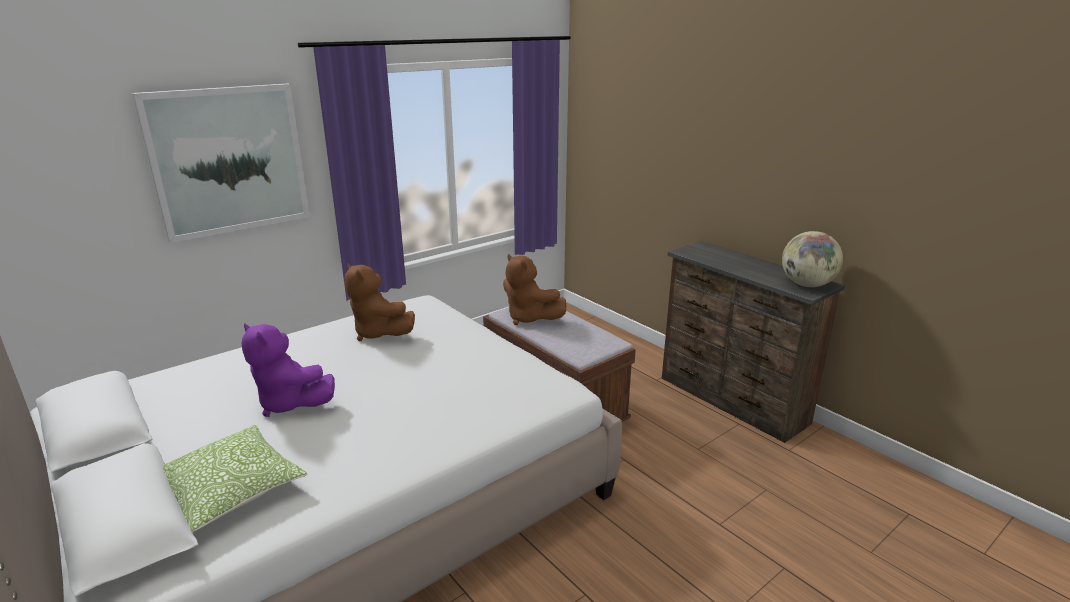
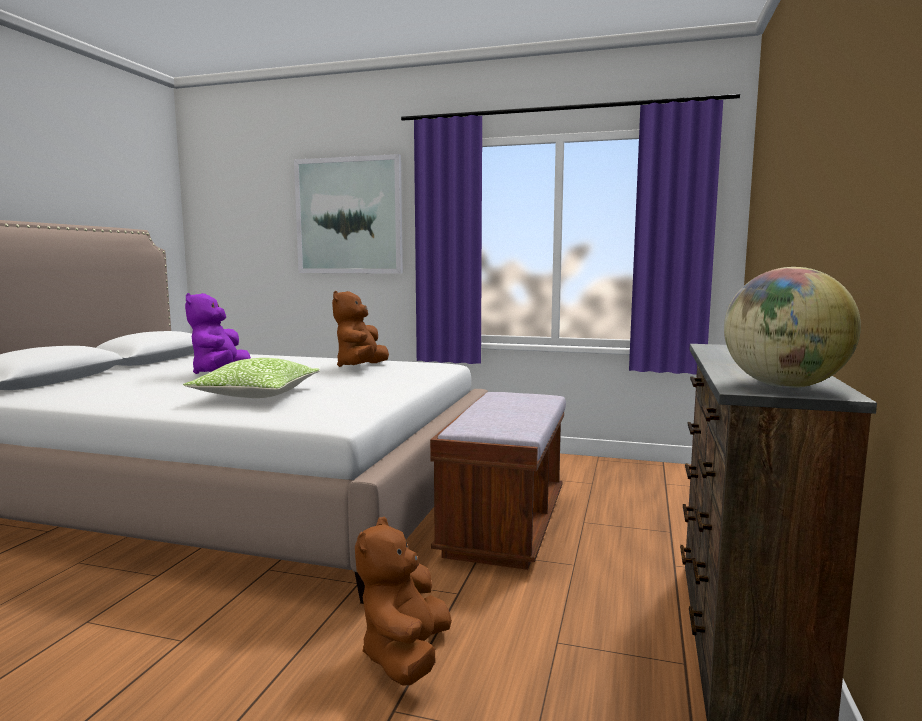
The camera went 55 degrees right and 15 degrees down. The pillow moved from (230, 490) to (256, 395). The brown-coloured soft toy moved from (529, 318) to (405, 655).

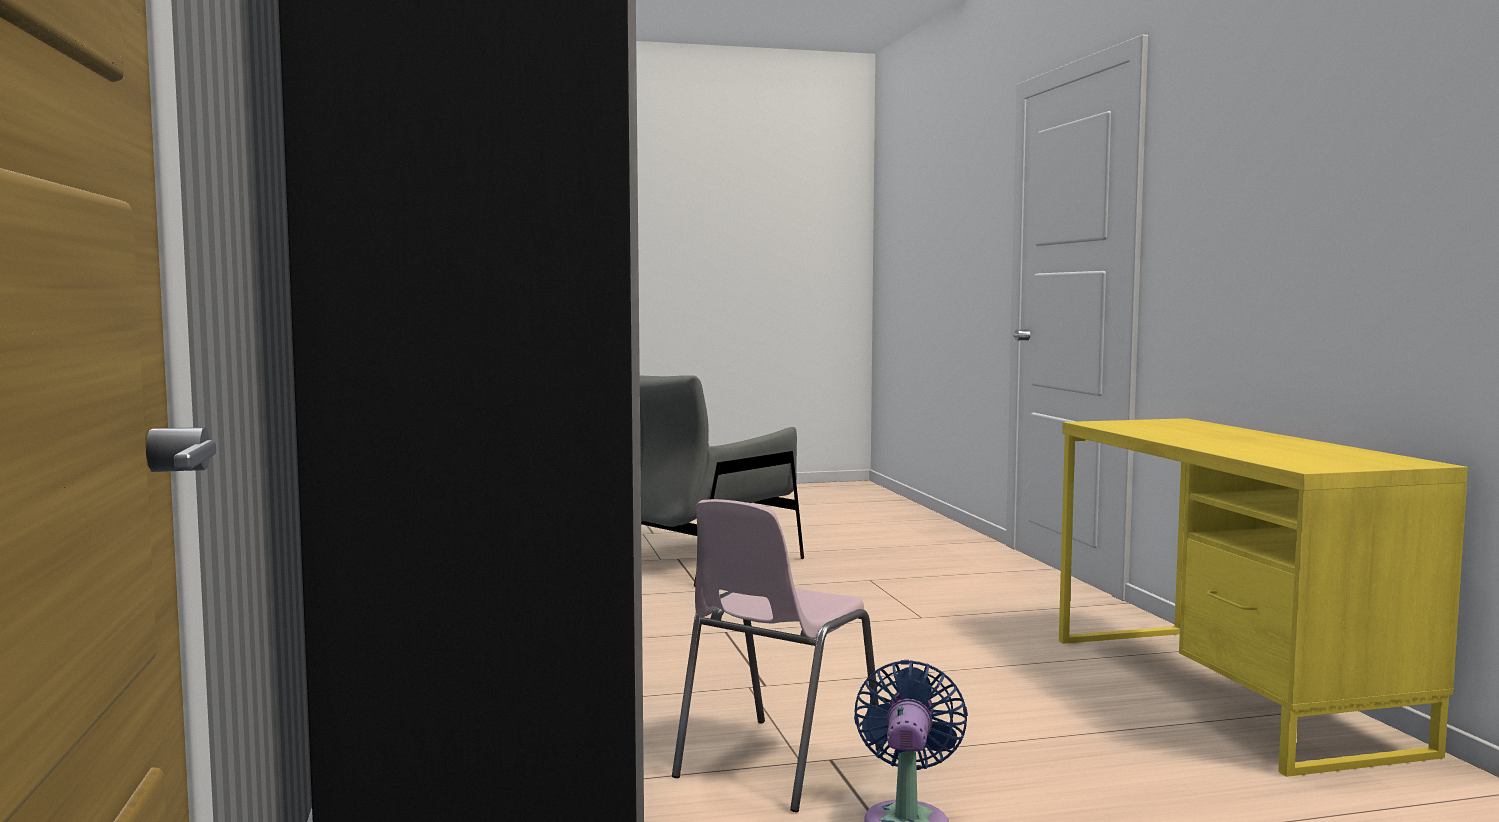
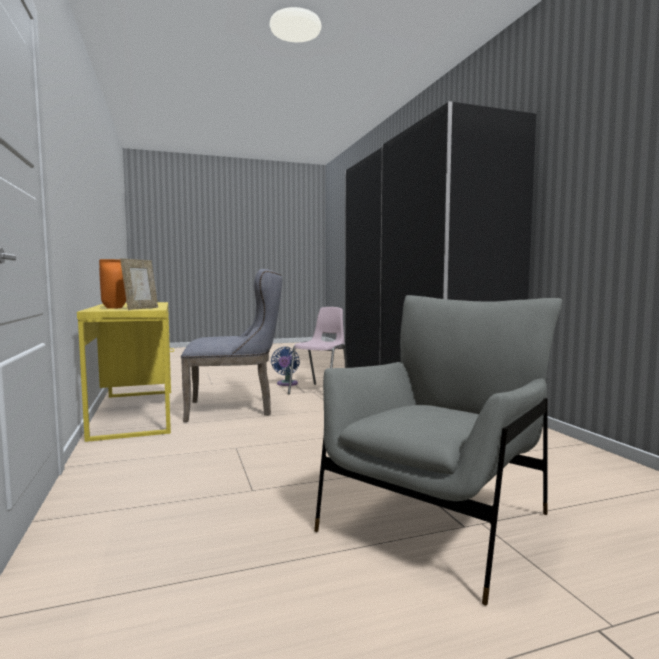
The camera went 175 degrees right and 0 degrees up. The orange-coloured decorative vase at (113, 308) appeared. The standing frame at (141, 308) appeared. The grey plain chair at (236, 409) appeared.

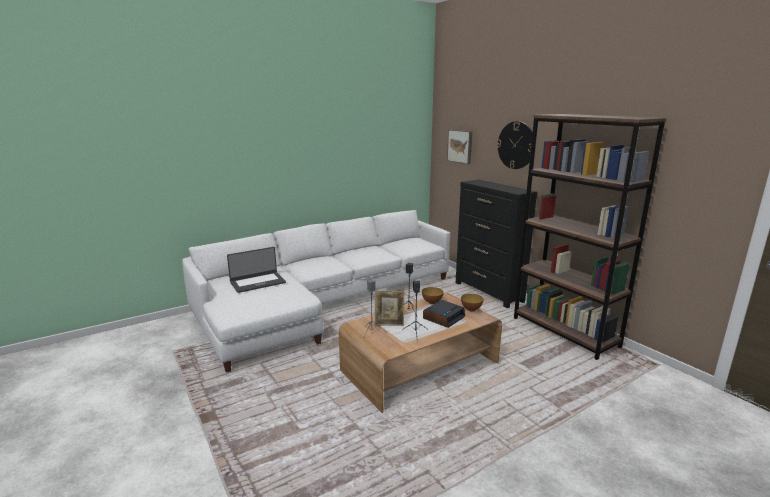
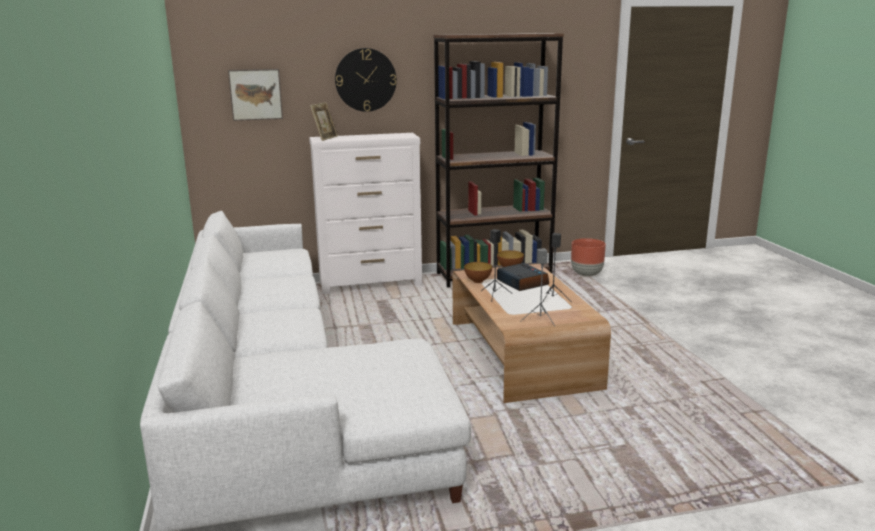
The camera went 70 degrees left and 0 degrees up. The blackish drawer chest at (488, 292) became the white drawer chest at (371, 284). The standing frame moved from (389, 323) to (325, 138). The brown-coloured plant pot at (586, 275) appeared. The portable computer at (257, 282) disappeared.

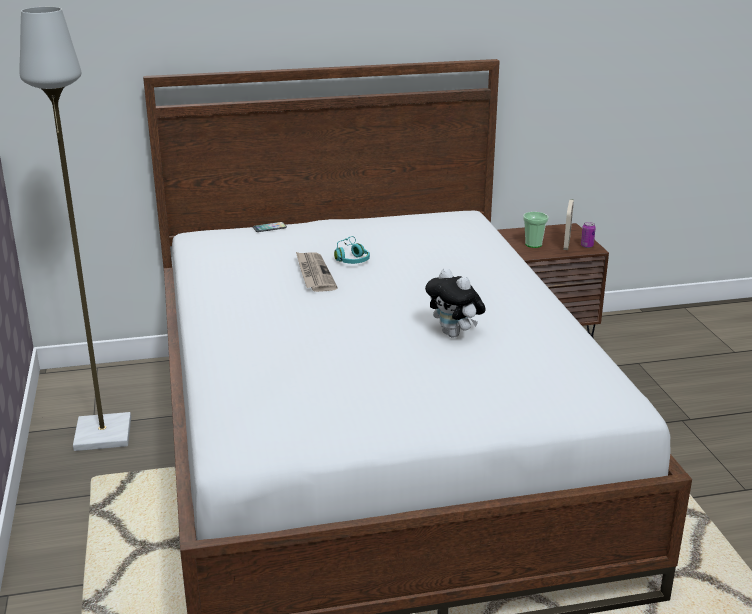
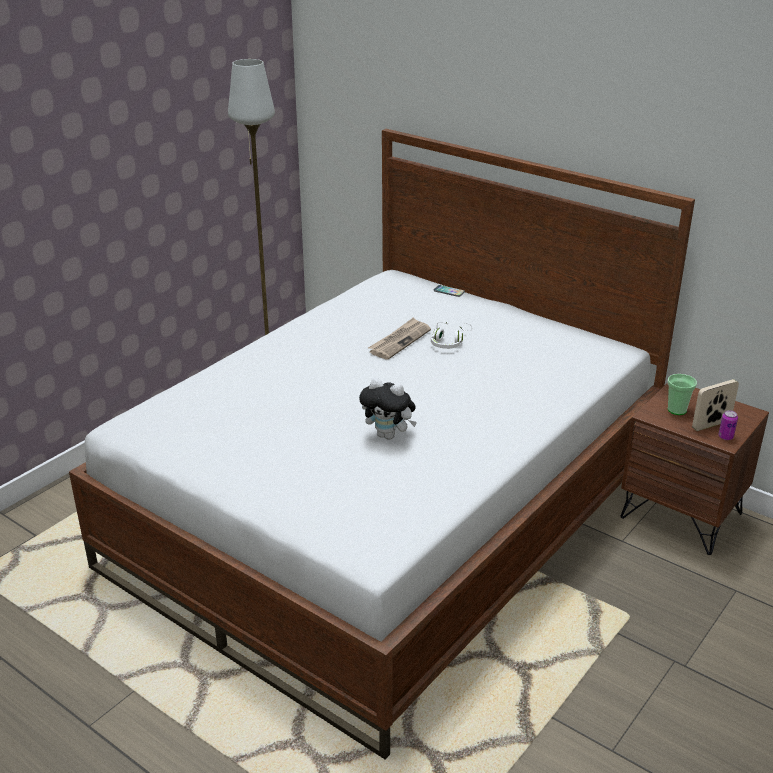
The camera went 50 degrees right and 5 degrees up. The soft toy at (454, 334) turned 75 degrees counterclockwise. The turquoise-coloured headphones at (351, 258) became the white headphones at (449, 342).

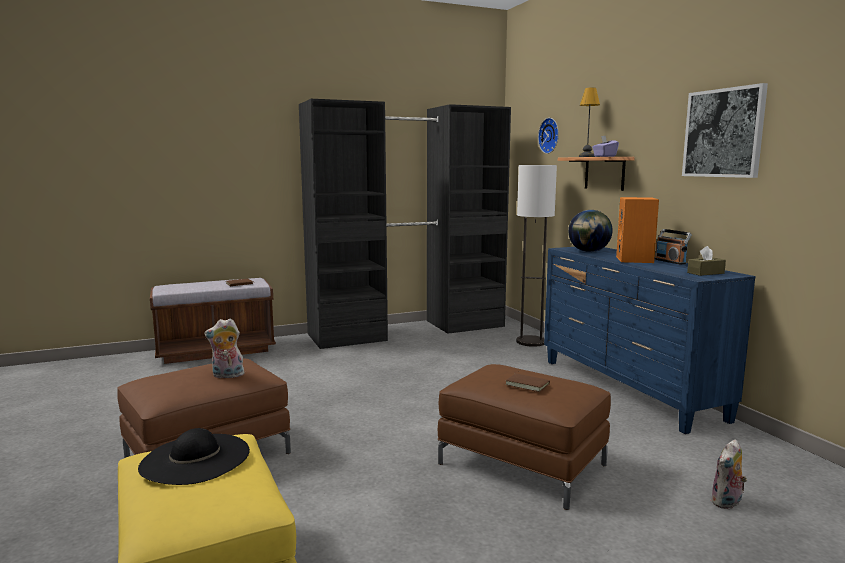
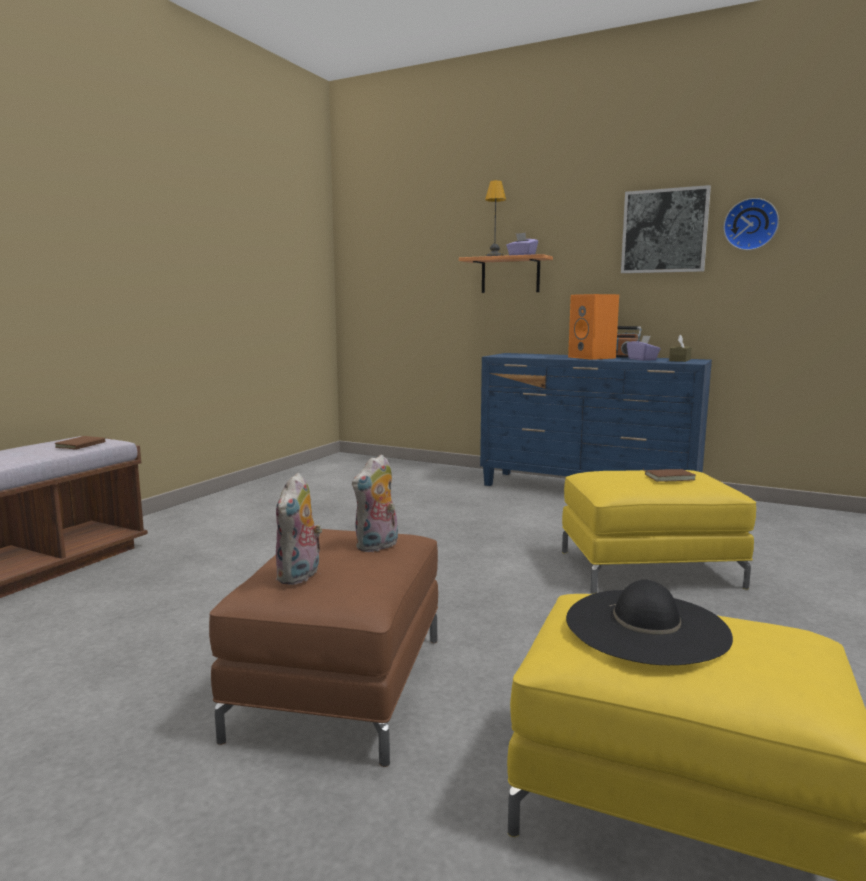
The camera went 40 degrees left and 0 degrees up. The soft toy moved from (727, 503) to (300, 576). The brown-coloured footrest at (522, 464) became the yellowish footrest at (649, 569). The purplish box of tissues at (642, 359) appeared. The wall clock moved from (550, 135) to (750, 224). The blackish armoire at (409, 330) disappeared. The standing lamp at (531, 342) disappeared. The world globe at (589, 252) disappeared.

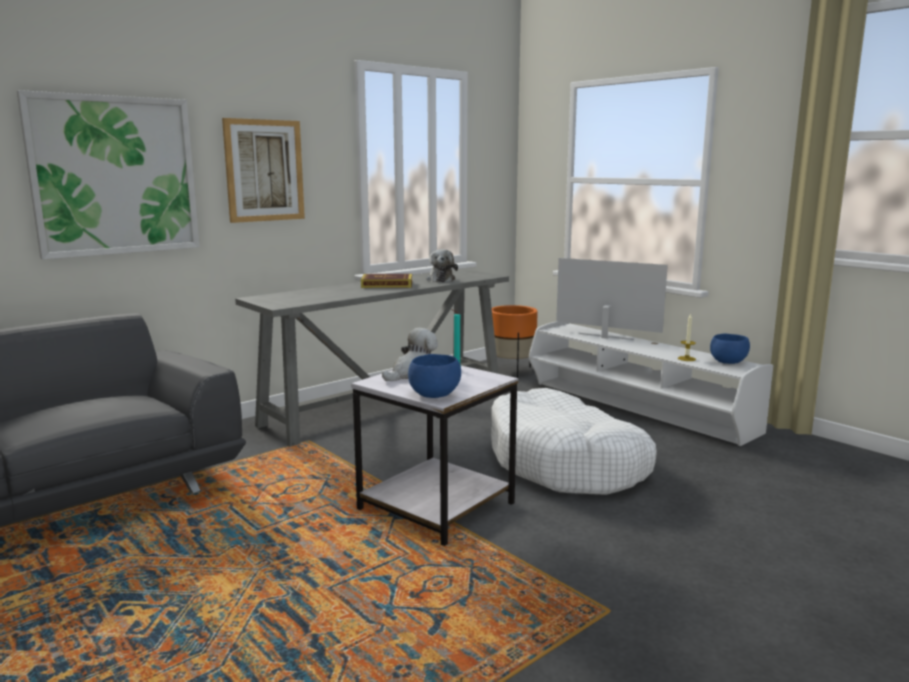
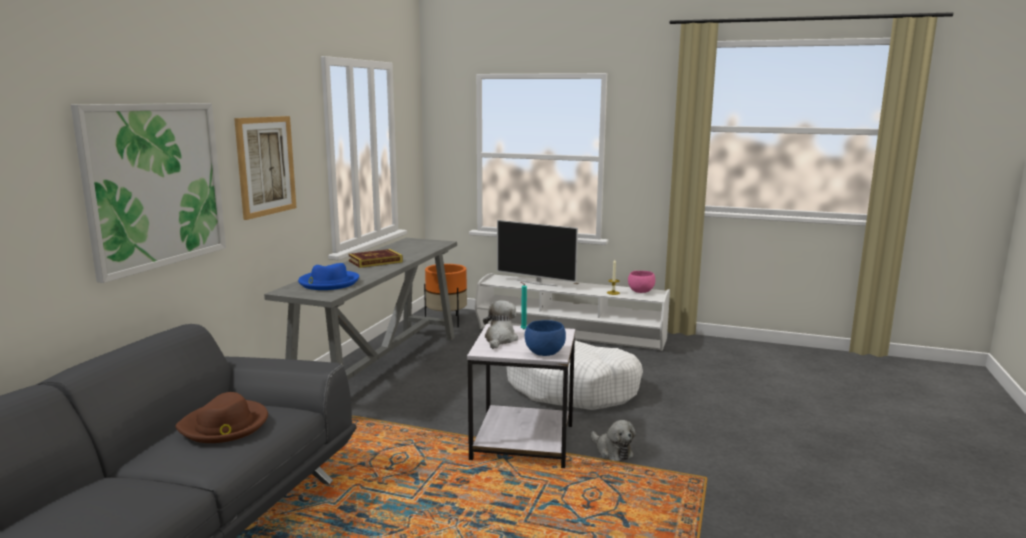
The camera went 30 degrees left and 0 degrees up. The brown-coloured clothing hat at (224, 425) appeared. The blue-coloured clothing hat at (328, 283) appeared. The TV at (605, 337) turned 150 degrees counterclockwise. The soft toy moved from (441, 279) to (612, 451). The blue-coloured serving bowl at (728, 362) became the pinkish serving bowl at (641, 291).

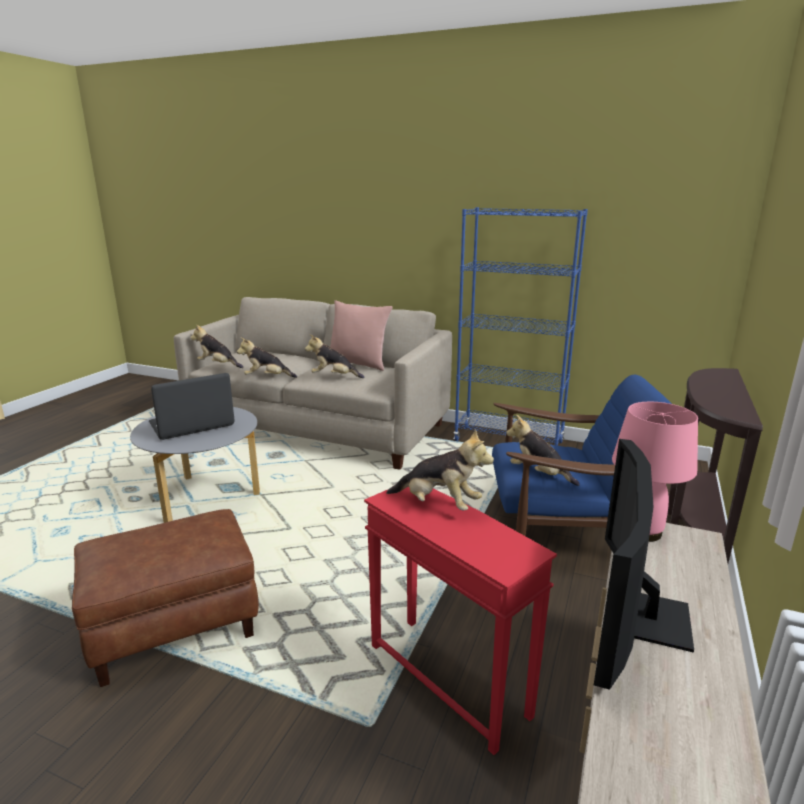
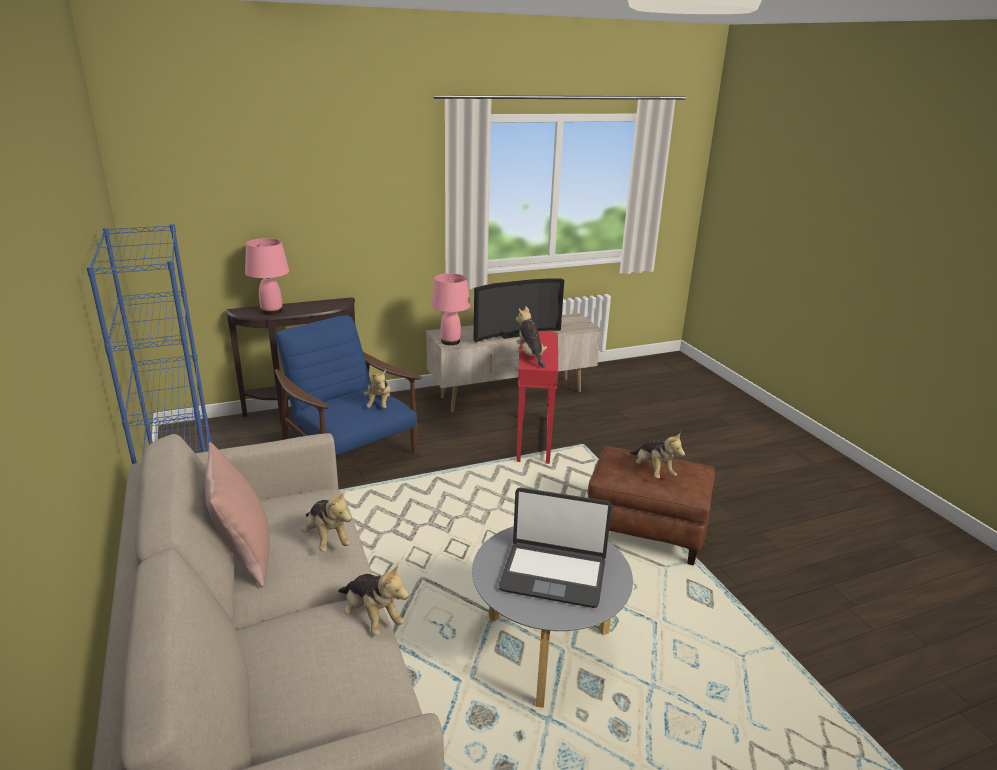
The camera went 135 degrees left and 5 degrees up. The pinkish table lamp at (271, 311) appeared. The soft toy moved from (218, 365) to (653, 471).

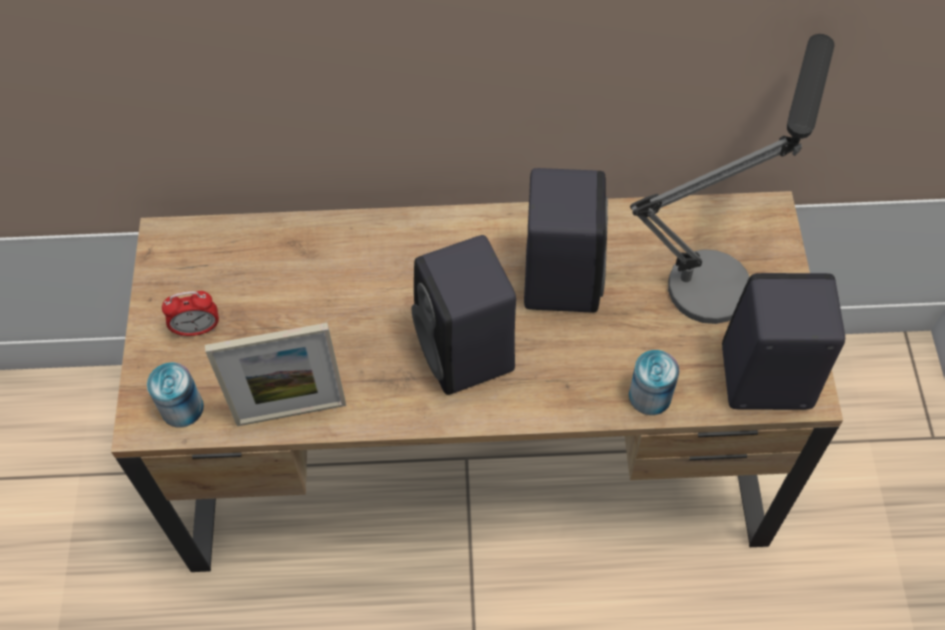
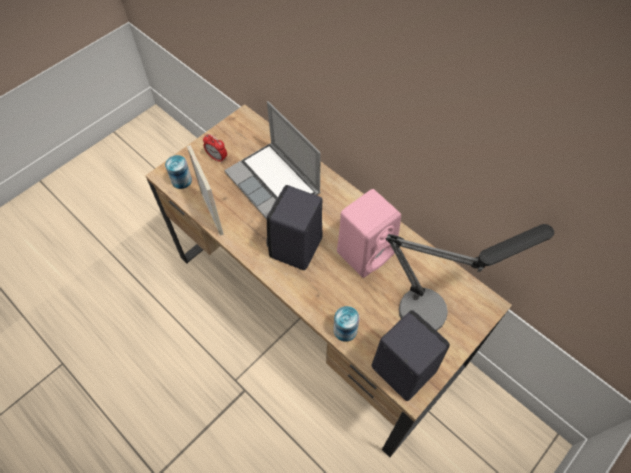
The camera went 45 degrees right and 0 degrees up. The standing frame at (291, 413) turned 150 degrees counterclockwise. The portable computer at (274, 183) appeared. The blackish speaker at (560, 276) became the pinkish speaker at (366, 251).

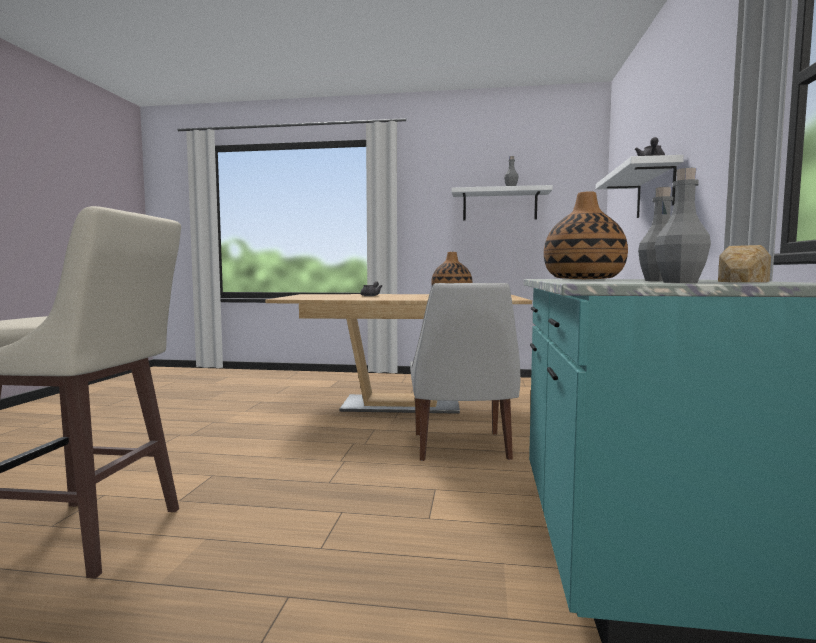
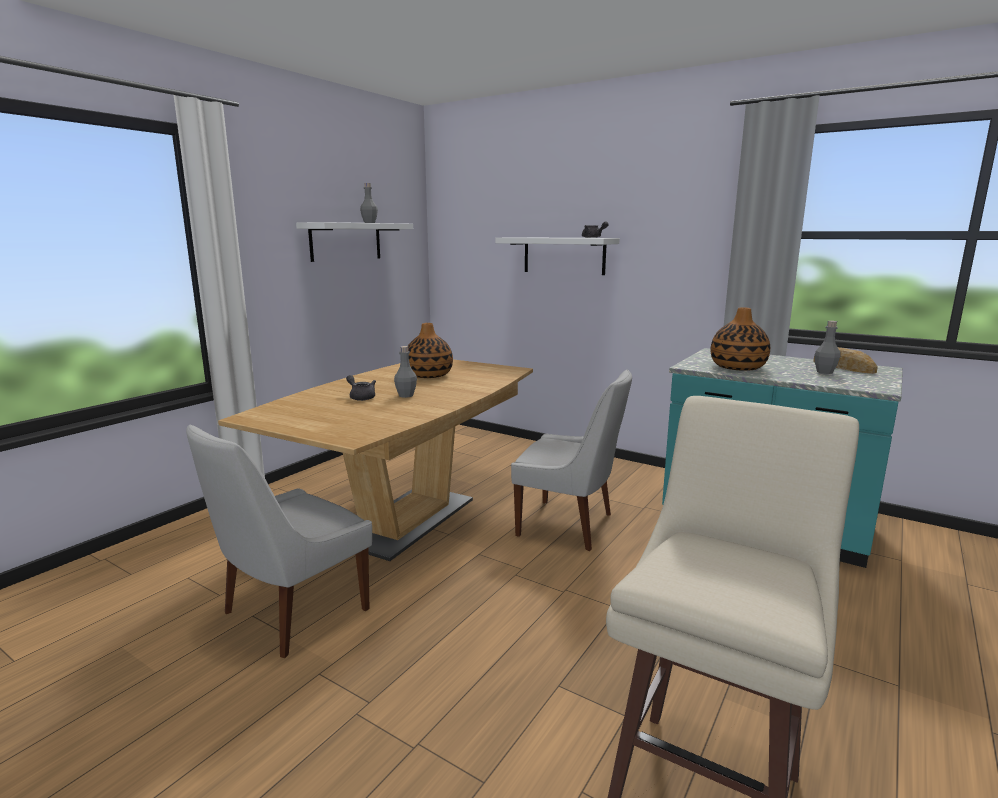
The camera went 65 degrees left and 10 degrees up. The white plain chair at (291, 613) appeared. The grey bottle moved from (680, 282) to (406, 395).

